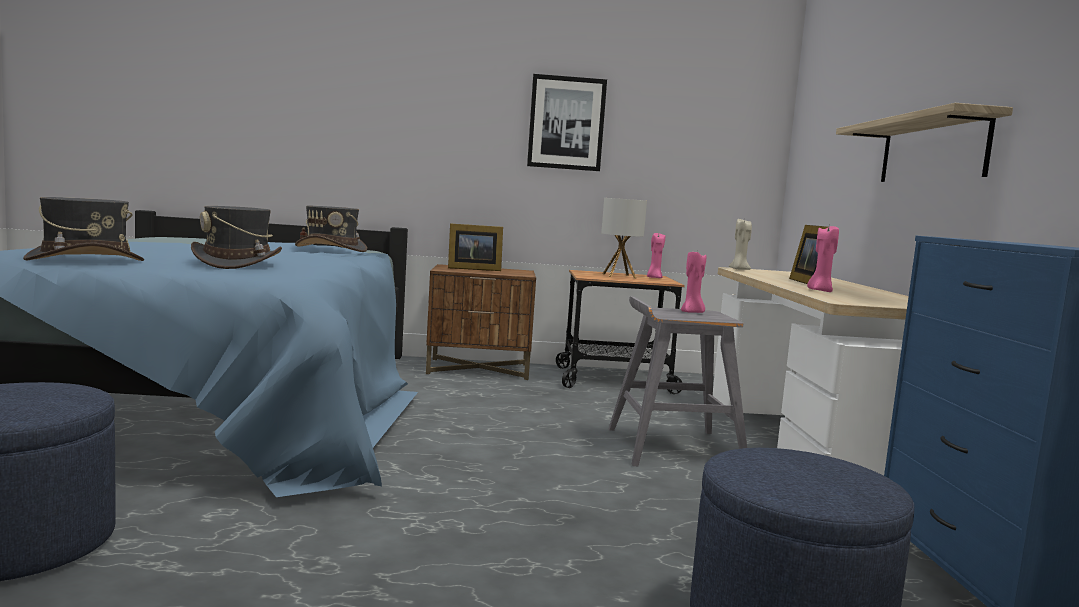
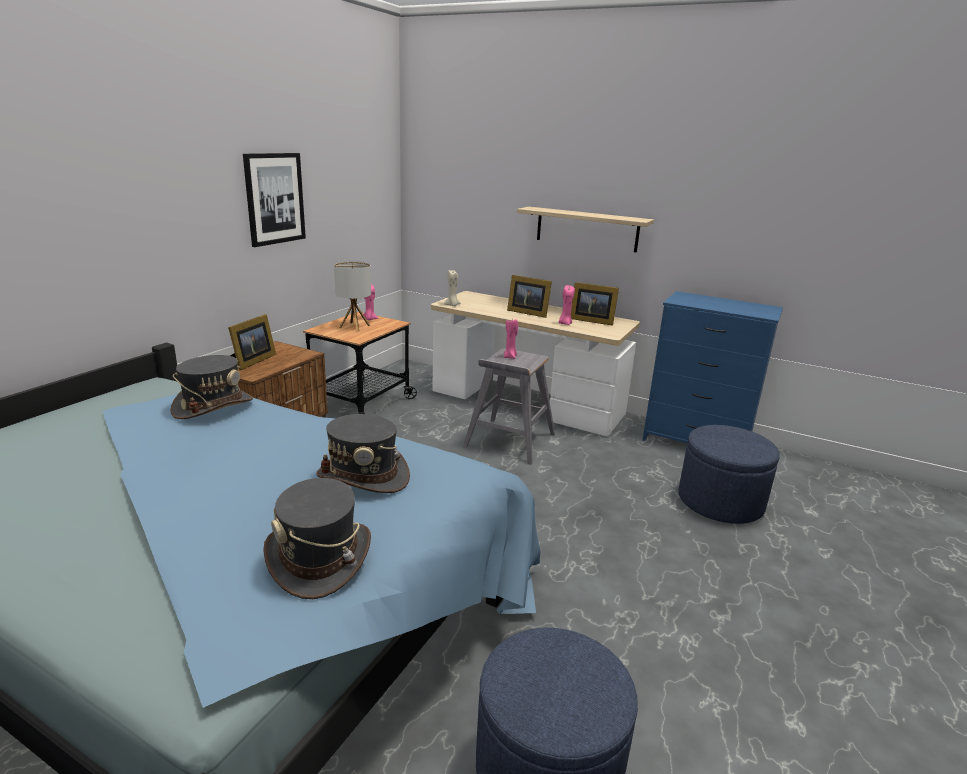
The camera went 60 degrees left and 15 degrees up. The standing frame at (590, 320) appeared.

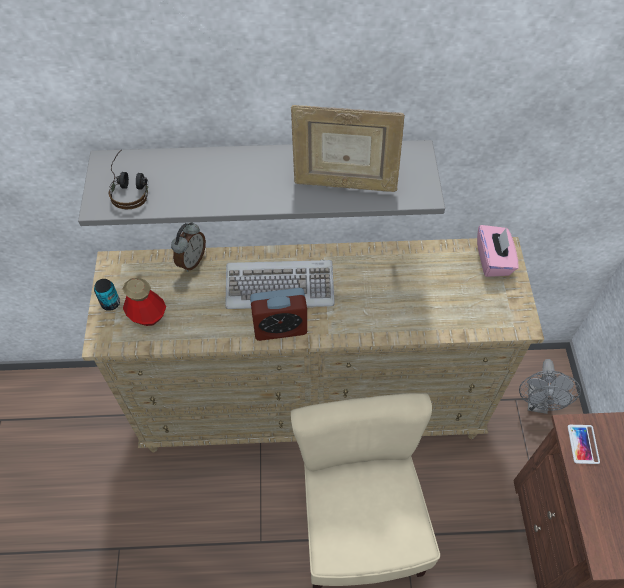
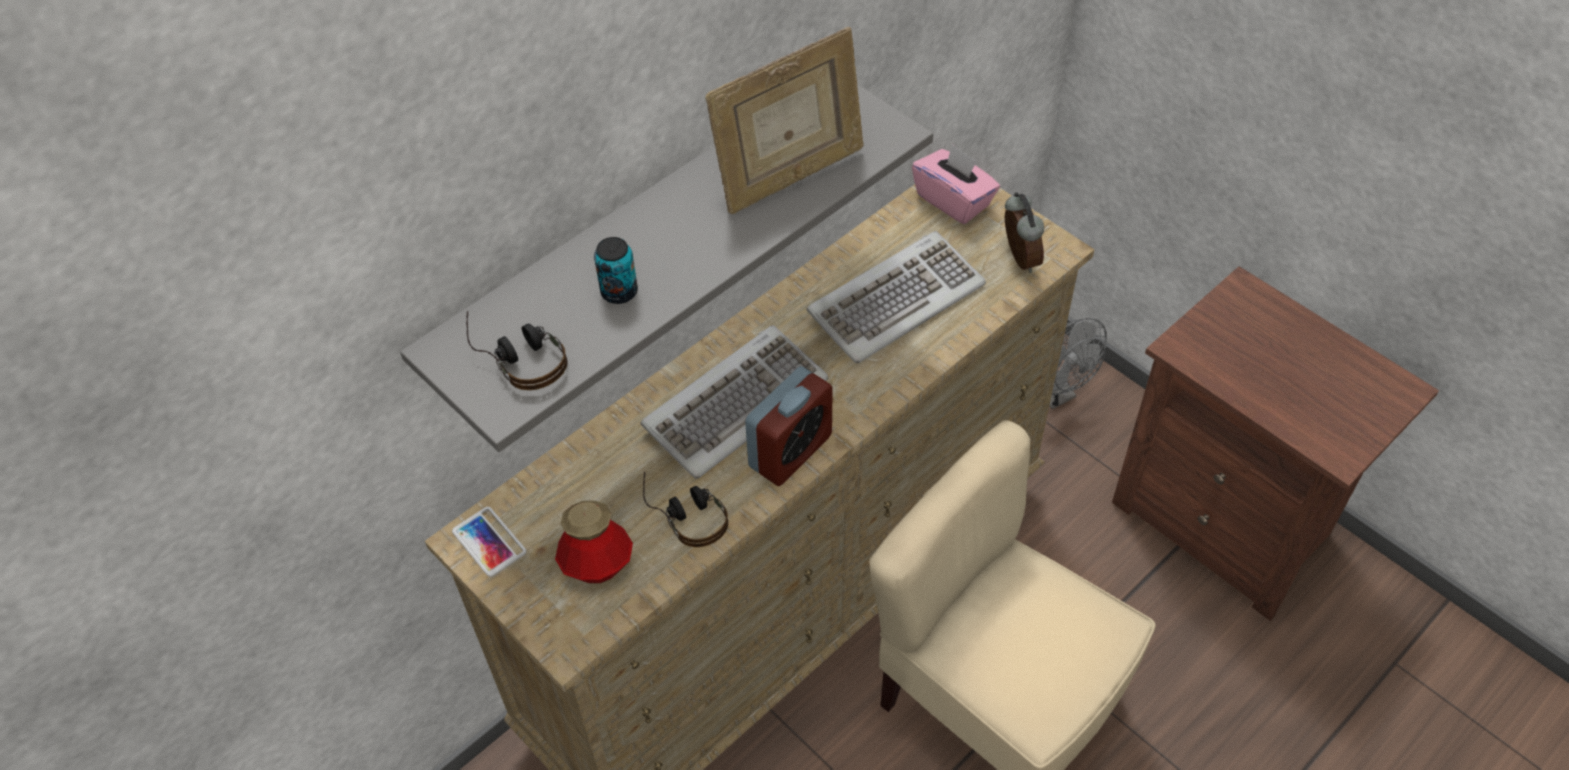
The camera went 40 degrees left and 5 degrees down. The handset moved from (583, 444) to (489, 542). The can moved from (110, 303) to (619, 292). The headphones at (686, 513) appeared. The keyboard at (895, 300) appeared. The alarm clock moved from (191, 261) to (1018, 259).

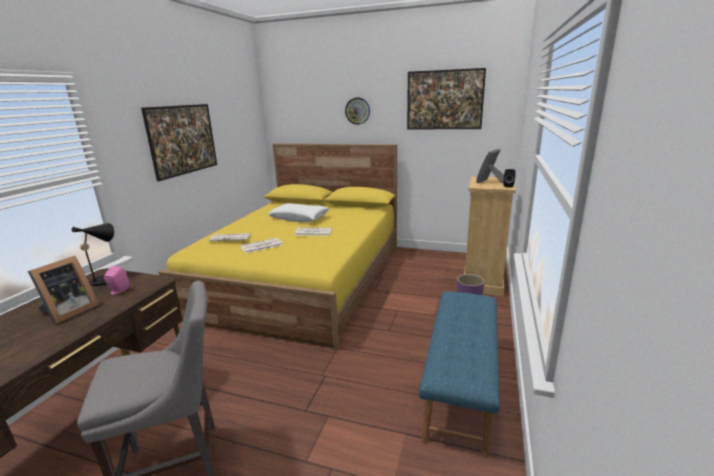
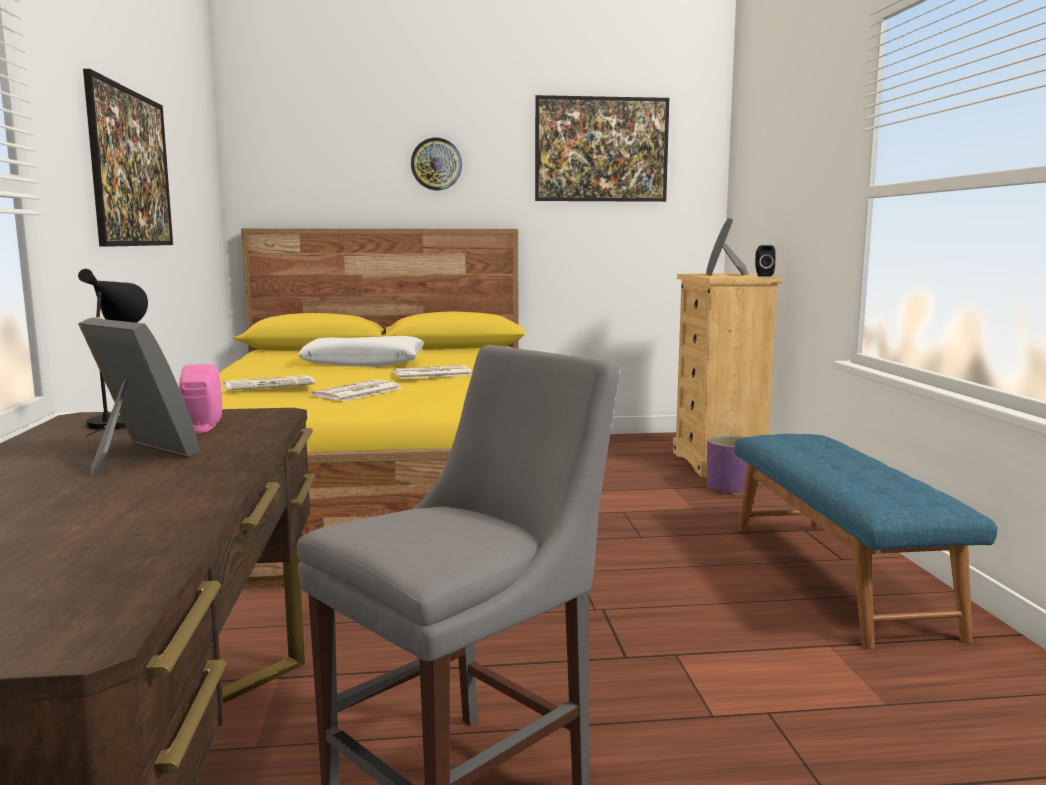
The camera went 25 degrees left and 10 degrees down. The standing frame at (68, 312) turned 60 degrees counterclockwise.

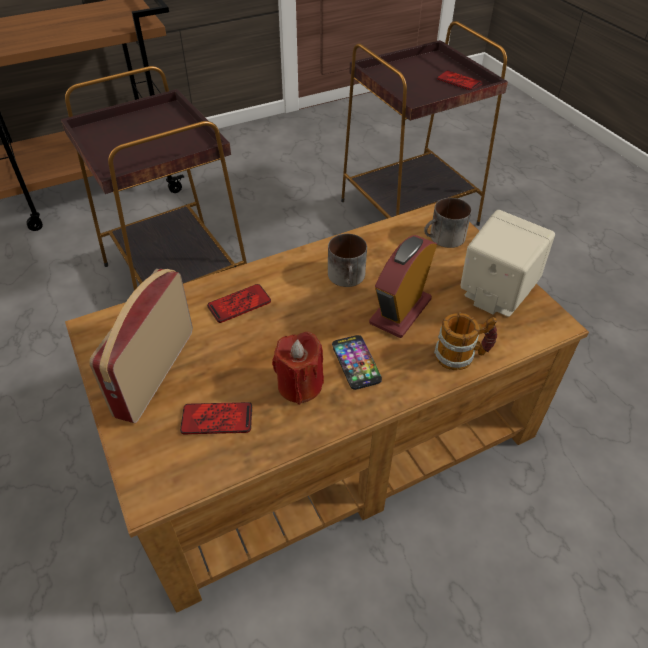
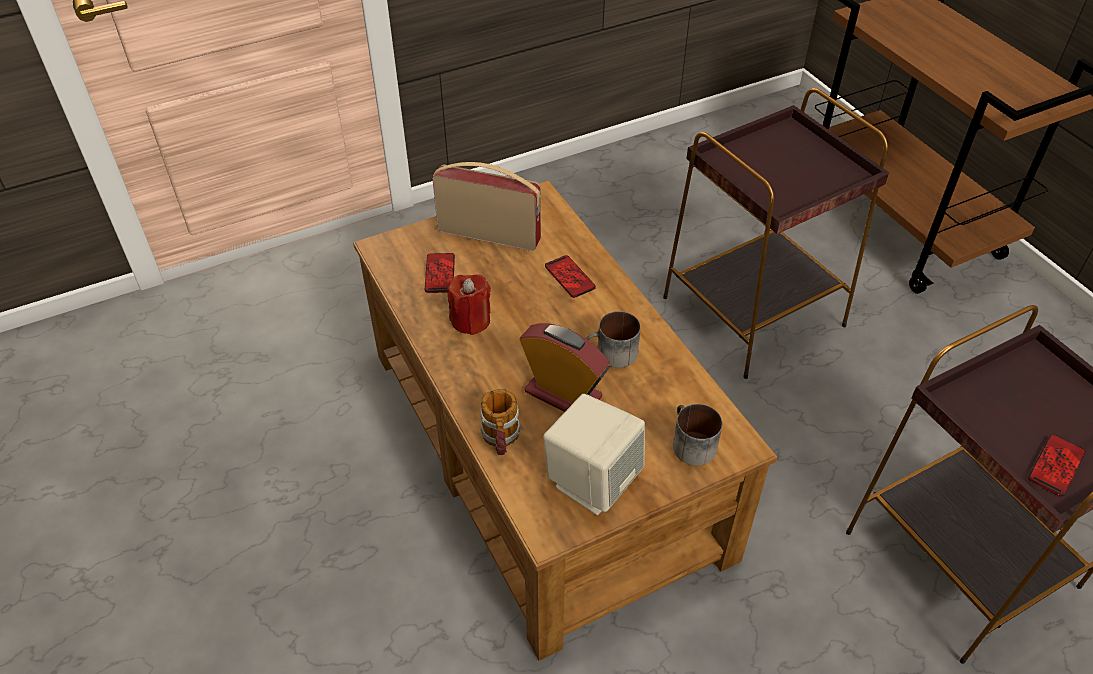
The camera went 90 degrees right and 0 degrees up. The handset at (356, 362) disappeared.

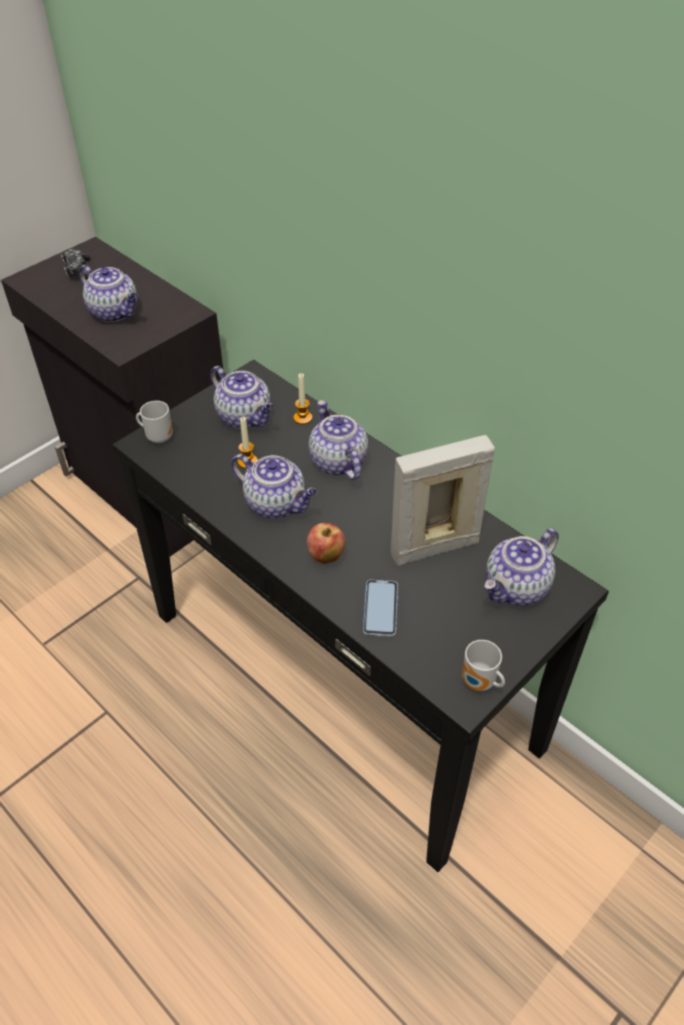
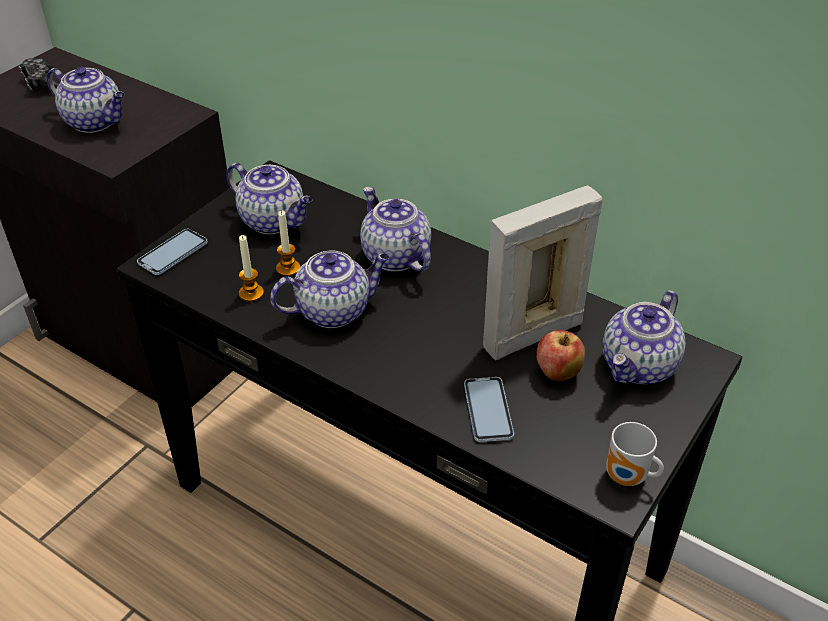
The camera went 10 degrees left and 5 degrees down. The coffee mug at (158, 436) was replaced by the handset at (173, 253). The candle moved from (302, 418) to (251, 293). The tea pot at (277, 504) turned 45 degrees counterclockwise. The apple moved from (325, 556) to (557, 373).

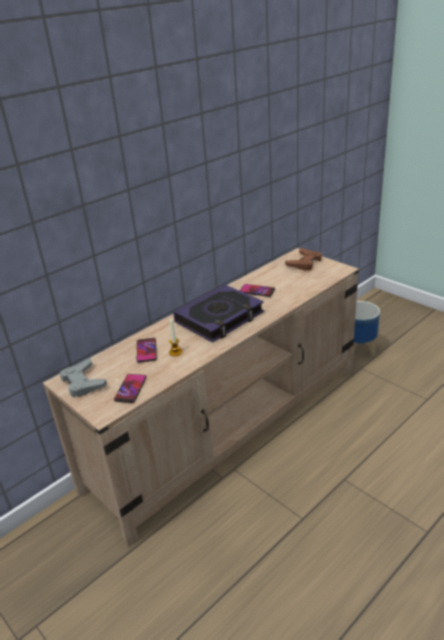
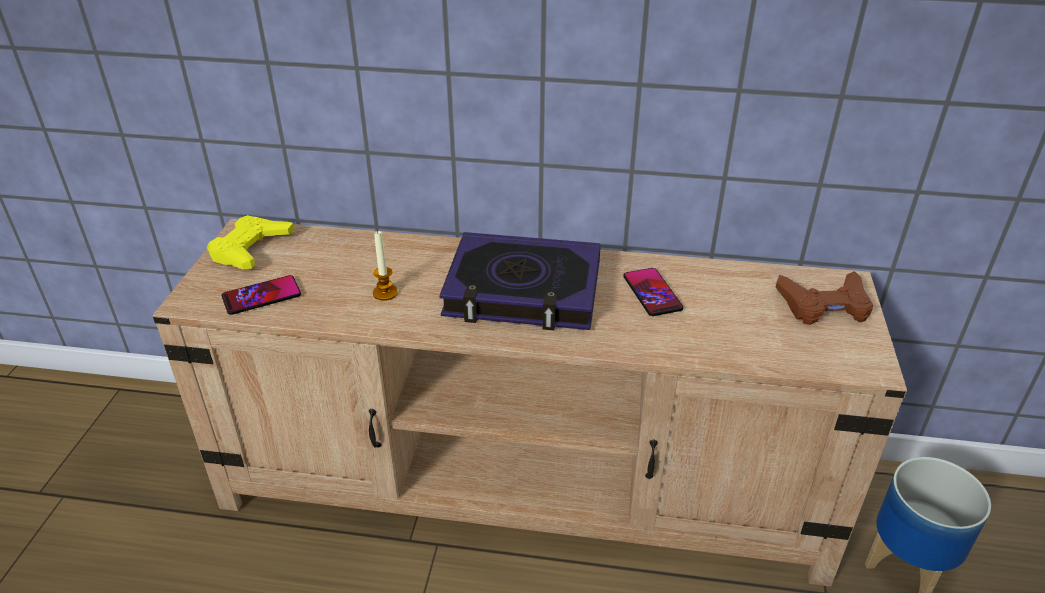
The camera went 50 degrees right and 5 degrees up. The grey joypad at (83, 382) became the yellowish joypad at (250, 248). The handset at (146, 350) disappeared.

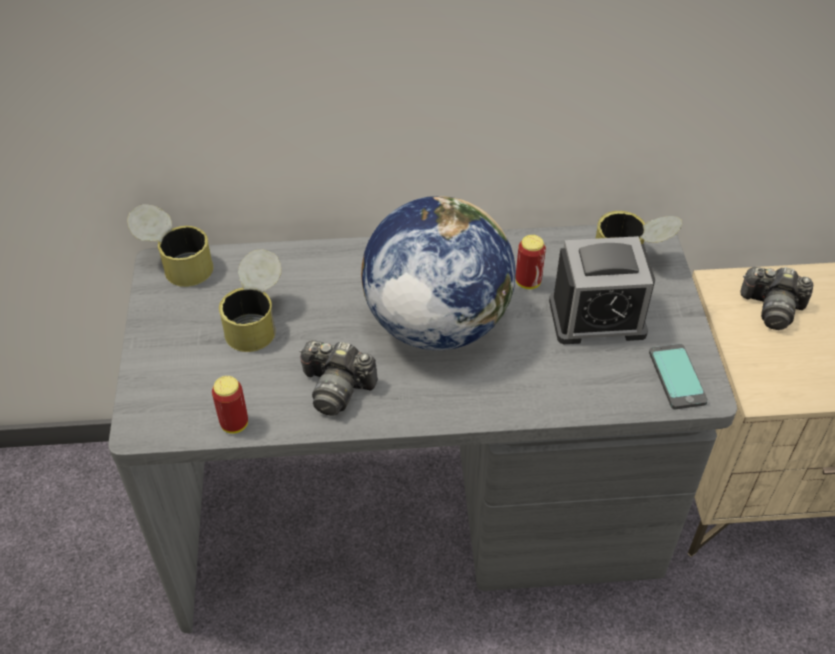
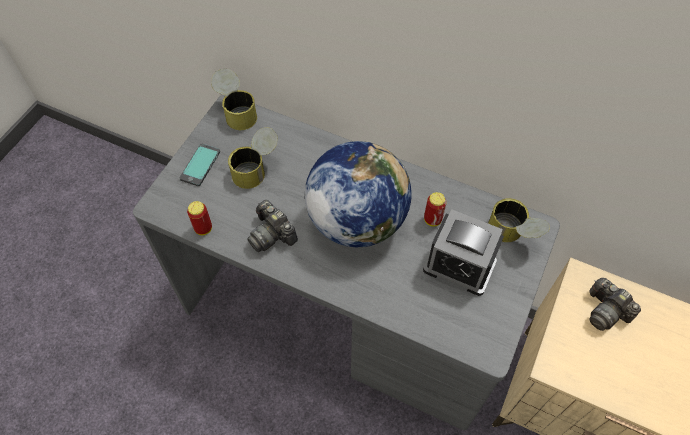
The camera went 30 degrees right and 10 degrees up. The handset moved from (677, 377) to (200, 165).

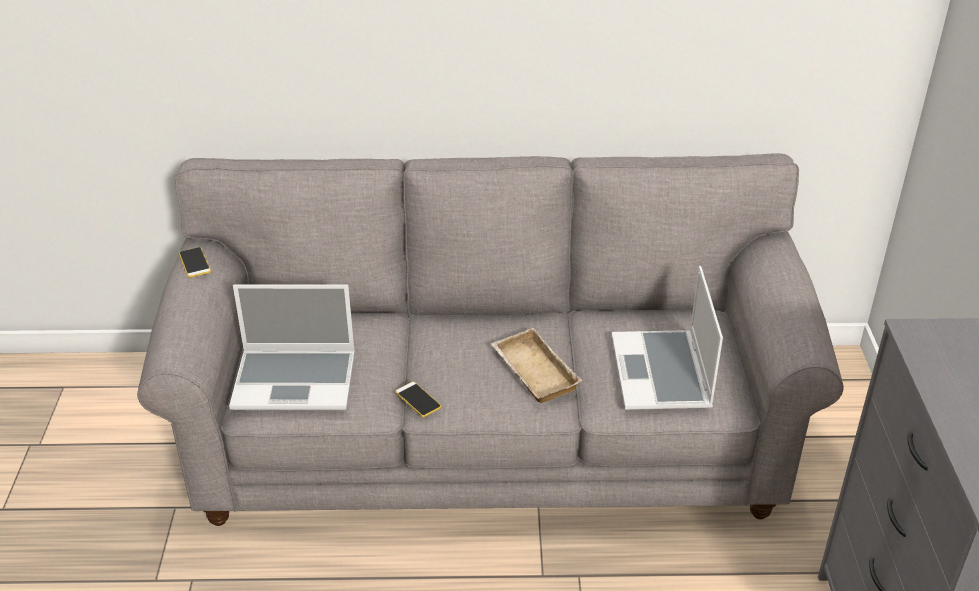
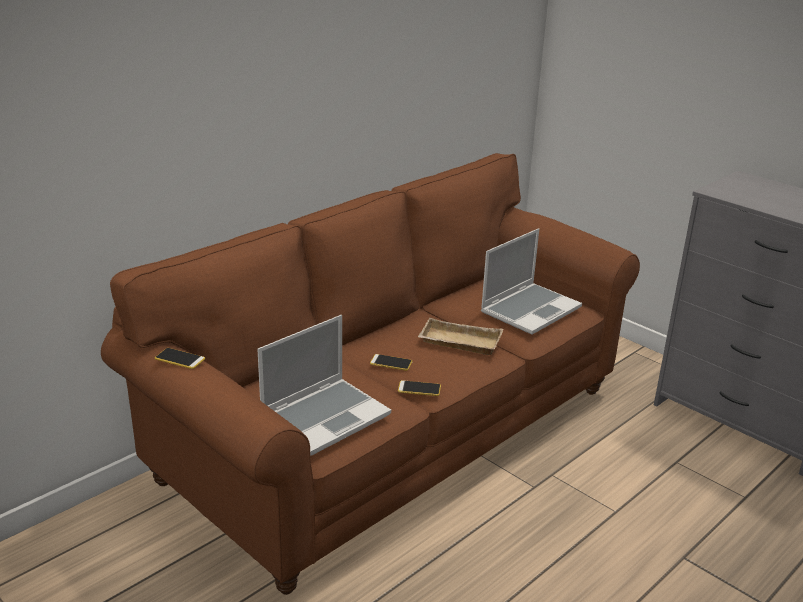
The camera went 45 degrees left and 10 degrees down. The grey sofa at (489, 438) became the brown-coloured sofa at (396, 434). The handset at (391, 363) appeared. The portable computer at (662, 374) turned 90 degrees counterclockwise.

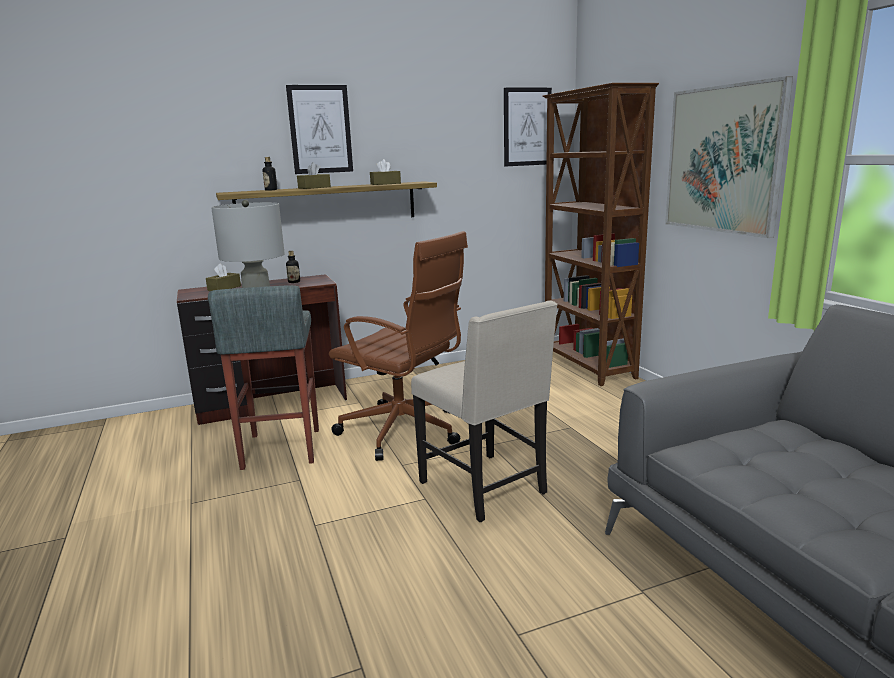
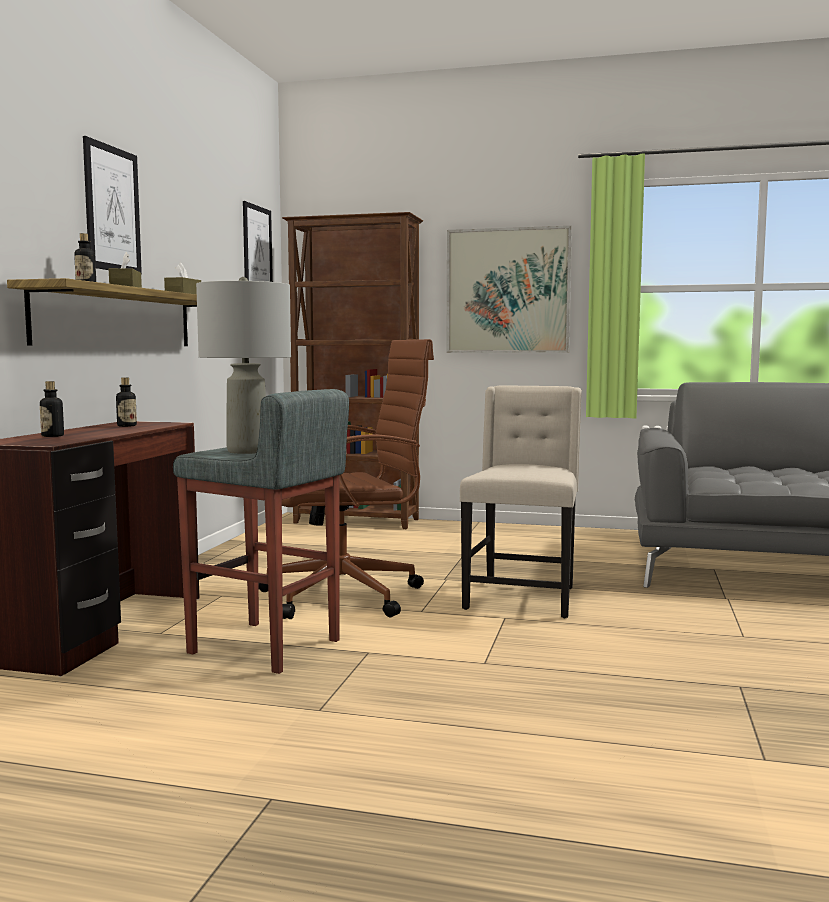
The camera went 55 degrees left and 10 degrees down. The brown-coloured box of tissues at (224, 288) was replaced by the bottle at (52, 436). The beige-coloured plain chair at (485, 488) turned 75 degrees counterclockwise.

